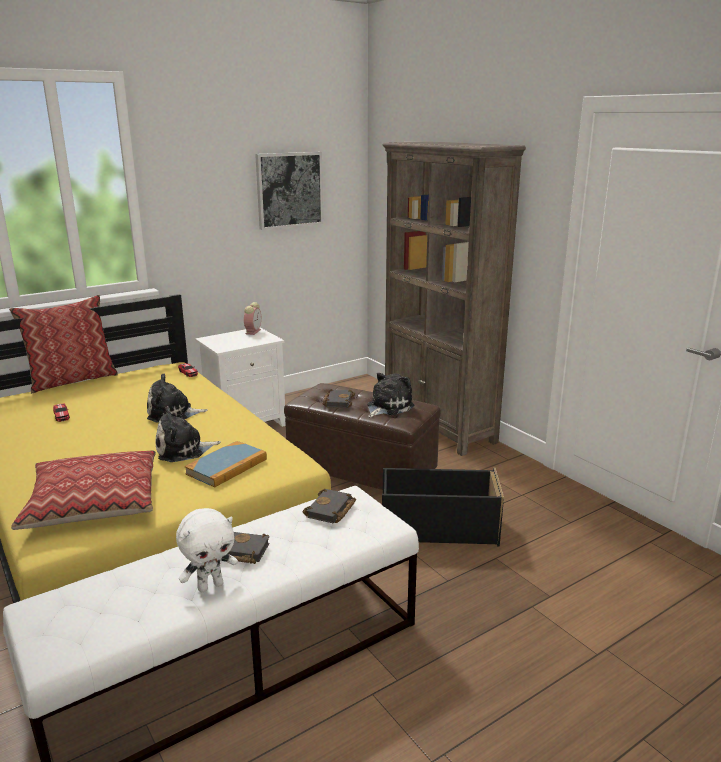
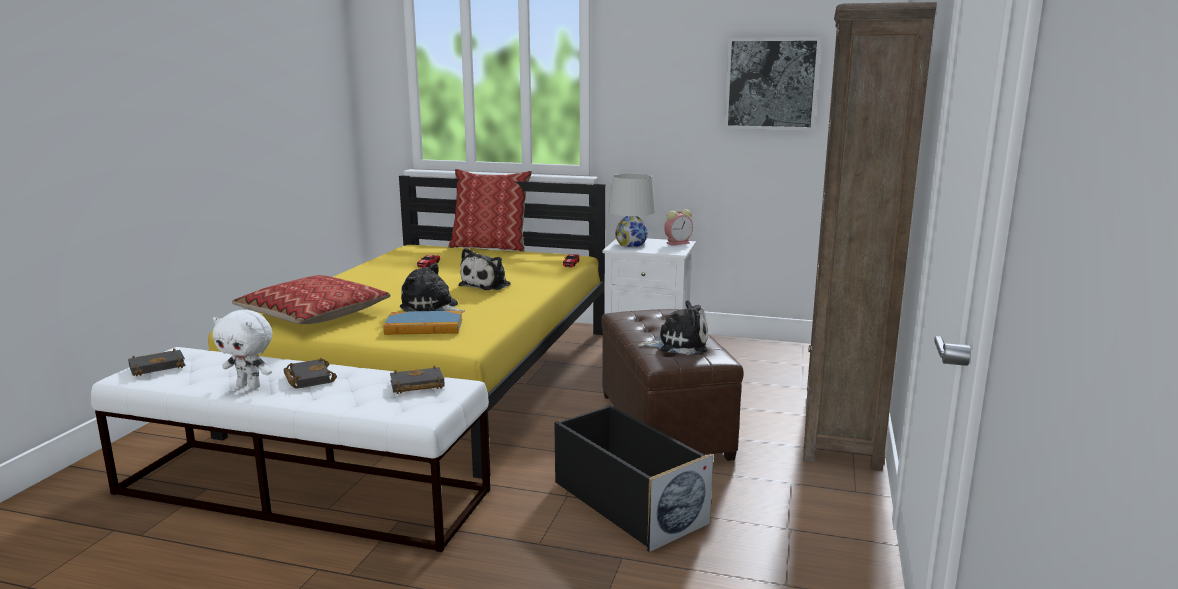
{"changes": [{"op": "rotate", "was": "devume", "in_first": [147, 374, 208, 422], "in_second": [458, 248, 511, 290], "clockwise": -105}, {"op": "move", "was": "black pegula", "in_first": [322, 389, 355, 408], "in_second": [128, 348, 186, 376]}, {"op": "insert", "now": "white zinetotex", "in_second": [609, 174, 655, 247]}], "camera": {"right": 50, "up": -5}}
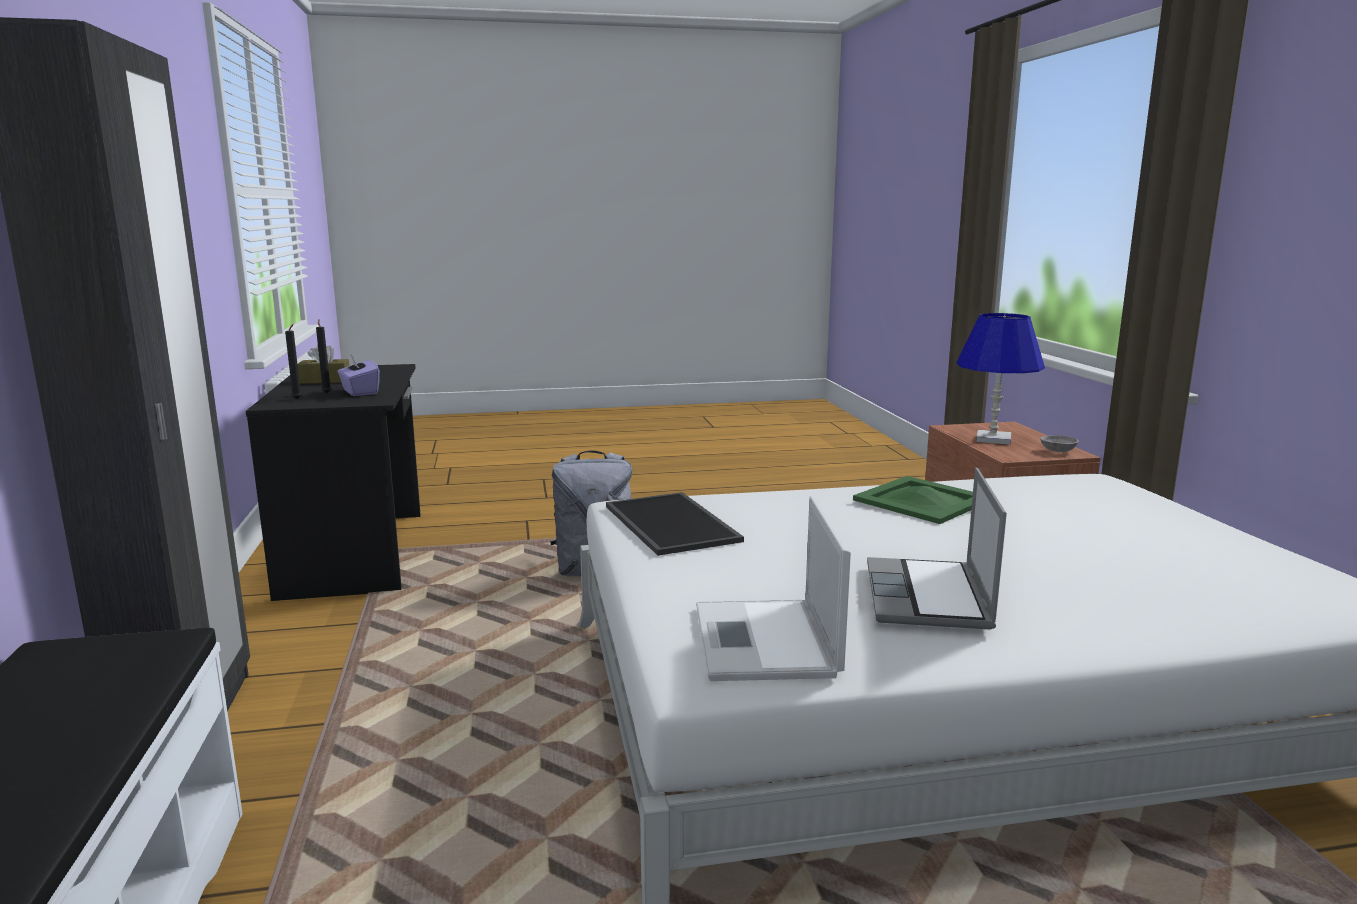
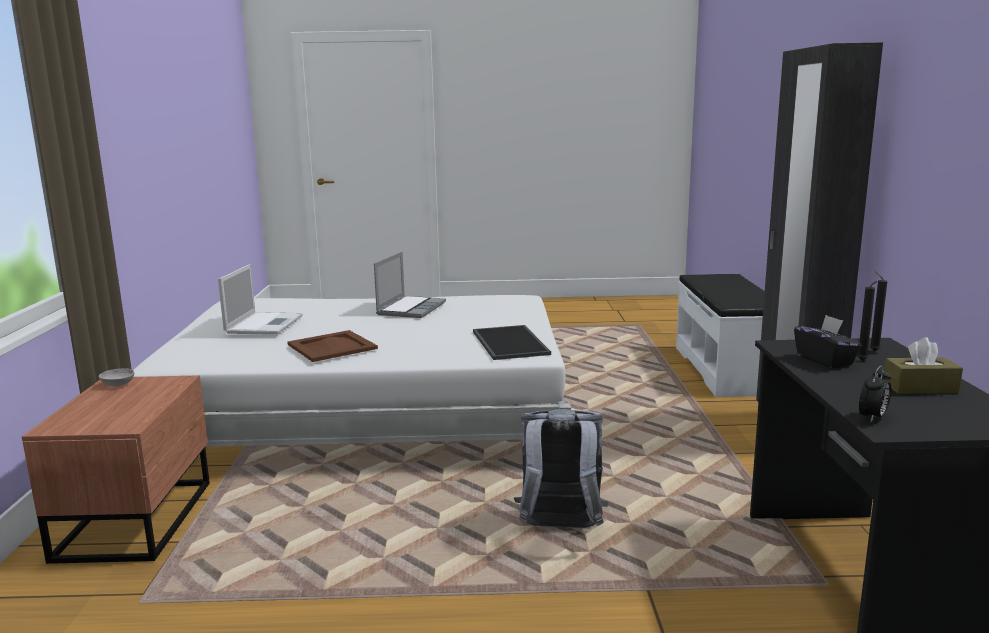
{"changes": [{"op": "delete", "was": "blue zinetotex", "in_first": [956, 313, 1045, 445]}, {"op": "recolor", "was": "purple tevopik", "now": "black tevopik", "in_first": [337, 354, 380, 396], "in_second": [794, 315, 862, 368]}, {"op": "recolor", "was": "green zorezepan", "now": "brown zorezepan", "in_first": [853, 476, 973, 524], "in_second": [287, 330, 378, 362]}, {"op": "move", "was": "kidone", "in_first": [696, 496, 851, 681], "in_second": [218, 264, 303, 335]}, {"op": "insert", "now": "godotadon", "in_second": [859, 365, 891, 422]}], "camera": {"right": -170, "up": 0}}
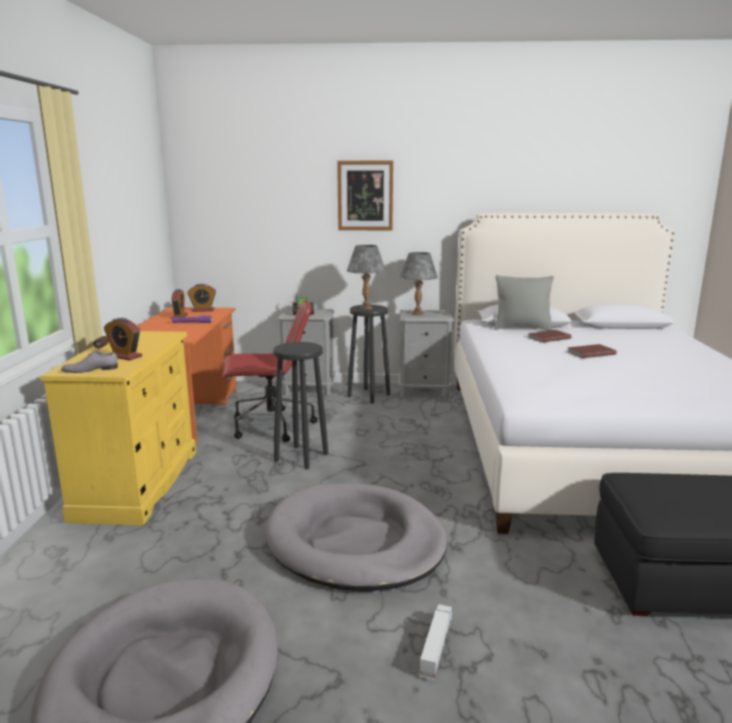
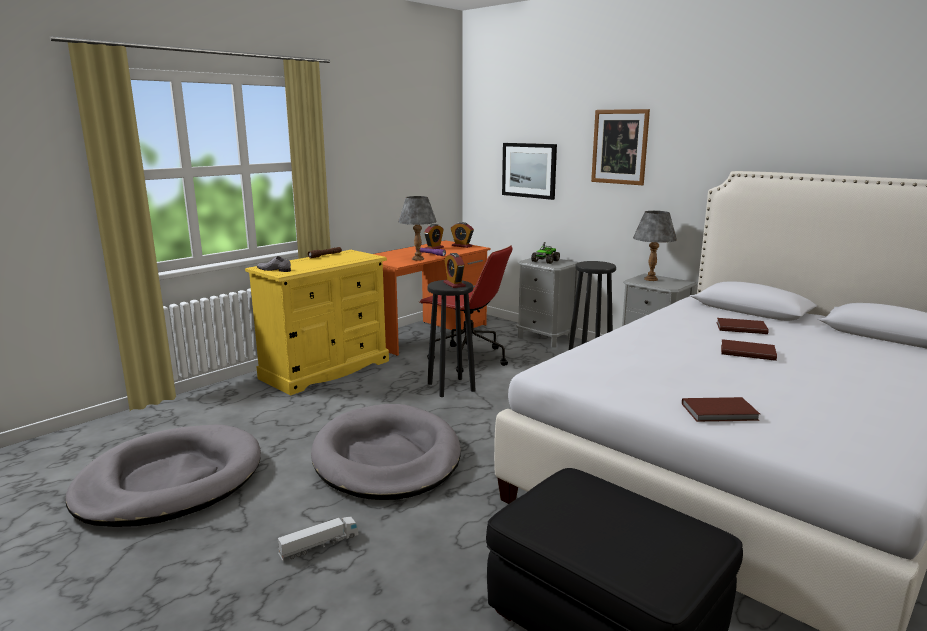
{"changes": [{"op": "move", "was": "grey zinetotex", "in_first": [347, 245, 386, 310], "in_second": [398, 196, 437, 261]}, {"op": "delete", "was": "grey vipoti", "in_first": [494, 275, 554, 331]}, {"op": "move", "was": "godotadon", "in_first": [103, 318, 142, 360], "in_second": [443, 253, 466, 288]}, {"op": "insert", "now": "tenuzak", "in_second": [502, 143, 557, 200]}, {"op": "insert", "now": "brown pegula", "in_second": [682, 397, 760, 422]}], "camera": {"right": 40, "up": 0}}
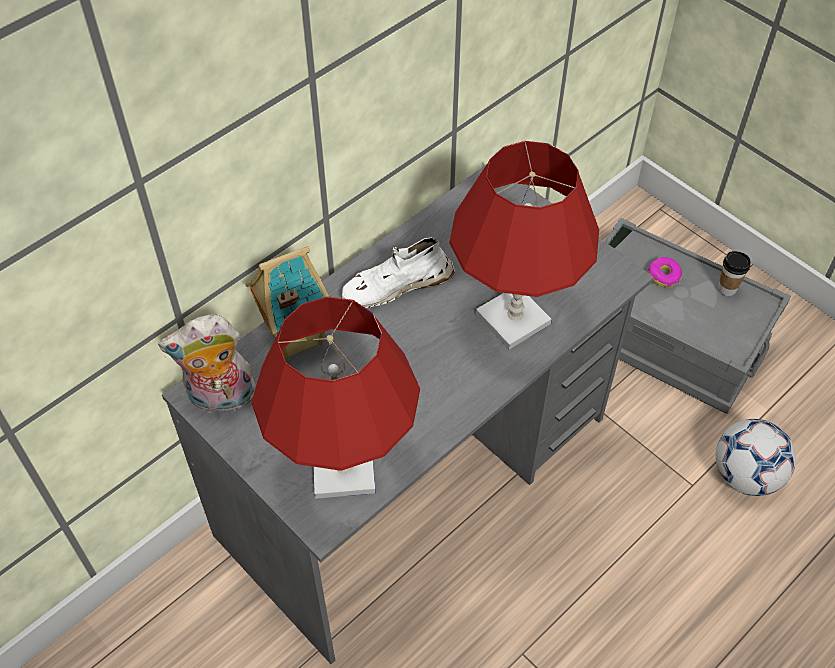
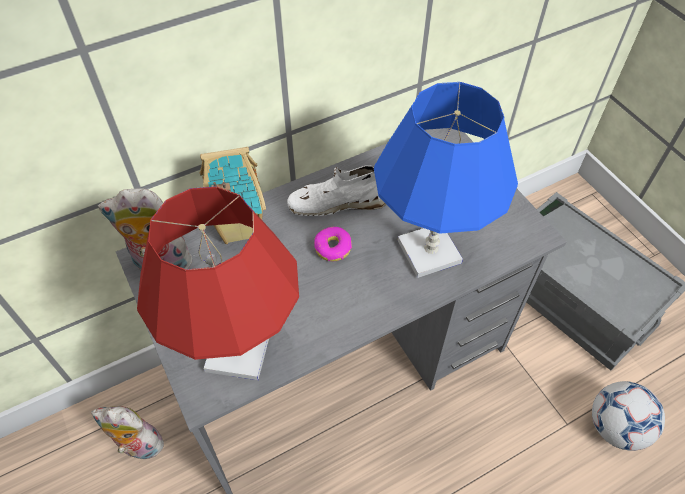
{"changes": [{"op": "recolor", "was": "red zinetotex", "now": "blue zinetotex", "in_first": [449, 141, 599, 350], "in_second": [374, 82, 518, 278]}, {"op": "delete", "was": "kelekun", "in_first": [718, 251, 751, 296]}, {"op": "move", "was": "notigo", "in_first": [648, 257, 682, 287], "in_second": [314, 227, 352, 261]}, {"op": "insert", "now": "devume", "in_second": [91, 406, 169, 460]}], "camera": {"right": 15, "up": 0}}
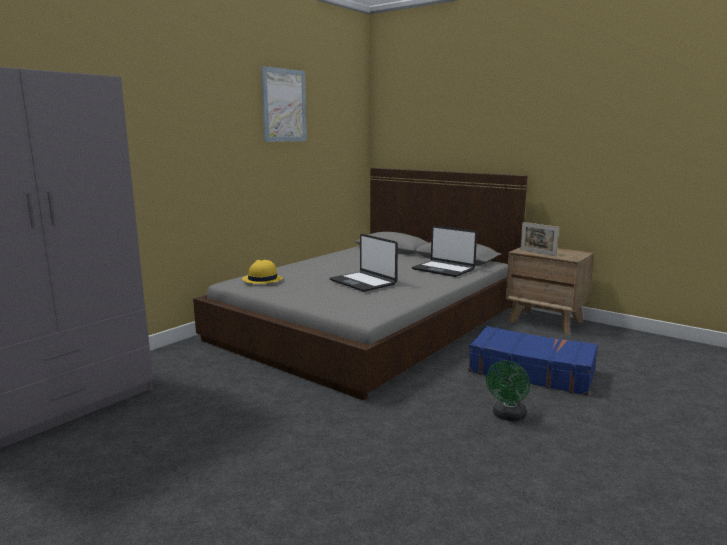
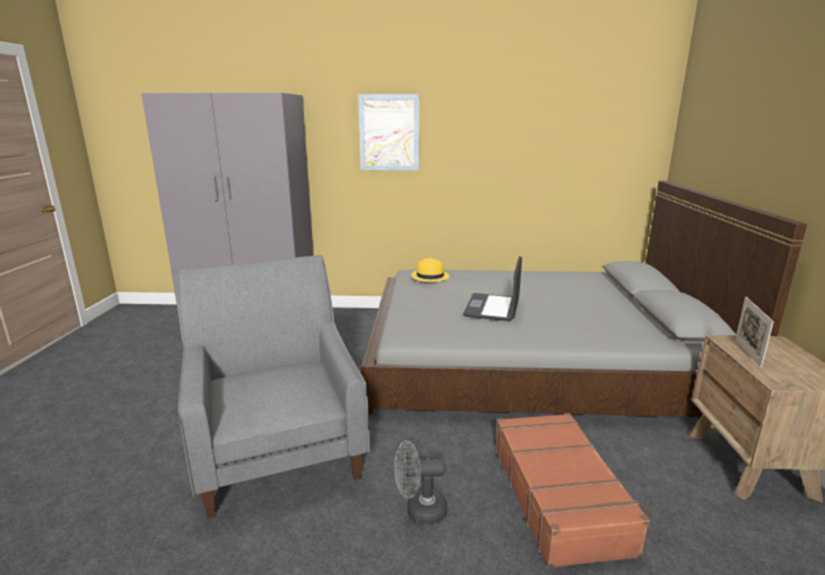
{"changes": [{"op": "move", "was": "tenuzak", "in_first": [261, 66, 307, 142], "in_second": [358, 94, 419, 170]}, {"op": "delete", "was": "kidone", "in_first": [412, 226, 477, 277]}, {"op": "recolor", "was": "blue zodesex", "now": "brown zodesex", "in_first": [468, 326, 598, 396], "in_second": [495, 413, 650, 568]}, {"op": "recolor", "was": "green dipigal", "now": "grey dipigal", "in_first": [486, 360, 530, 421], "in_second": [394, 440, 447, 525]}, {"op": "insert", "now": "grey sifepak", "in_second": [176, 255, 370, 518]}], "camera": {"right": 55, "up": 5}}
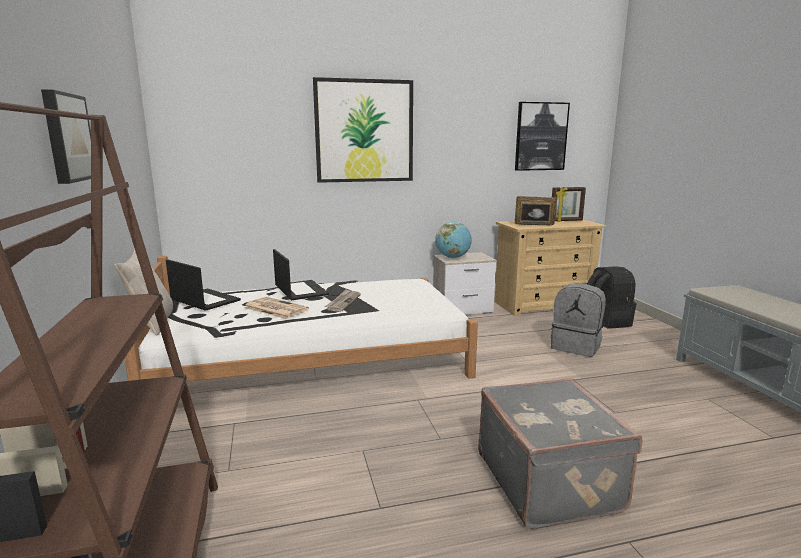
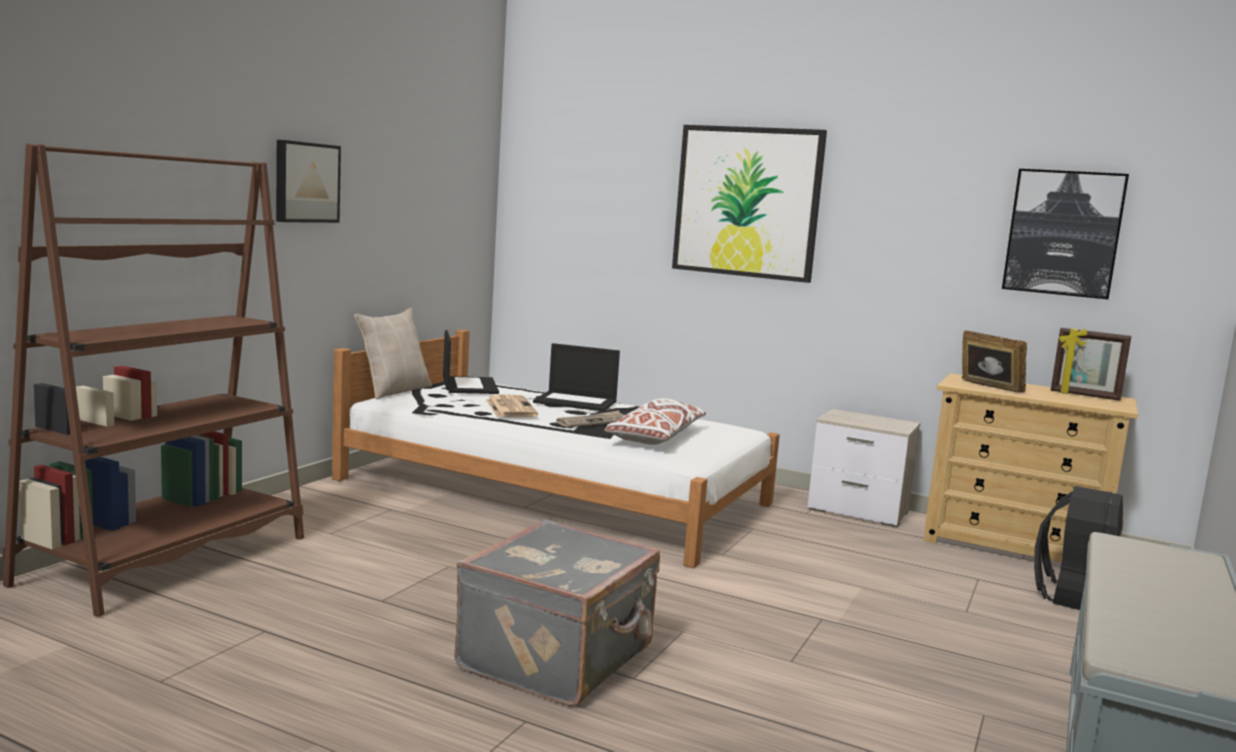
{"changes": [{"op": "delete", "was": "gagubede", "in_first": [435, 222, 472, 258]}, {"op": "rotate", "was": "kidone", "in_first": [273, 249, 329, 300], "in_second": [533, 343, 620, 411], "clockwise": 90}, {"op": "delete", "was": "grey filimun", "in_first": [551, 283, 606, 357]}, {"op": "insert", "now": "white vipoti", "in_second": [604, 399, 706, 445]}], "camera": {"right": 40, "up": -5}}
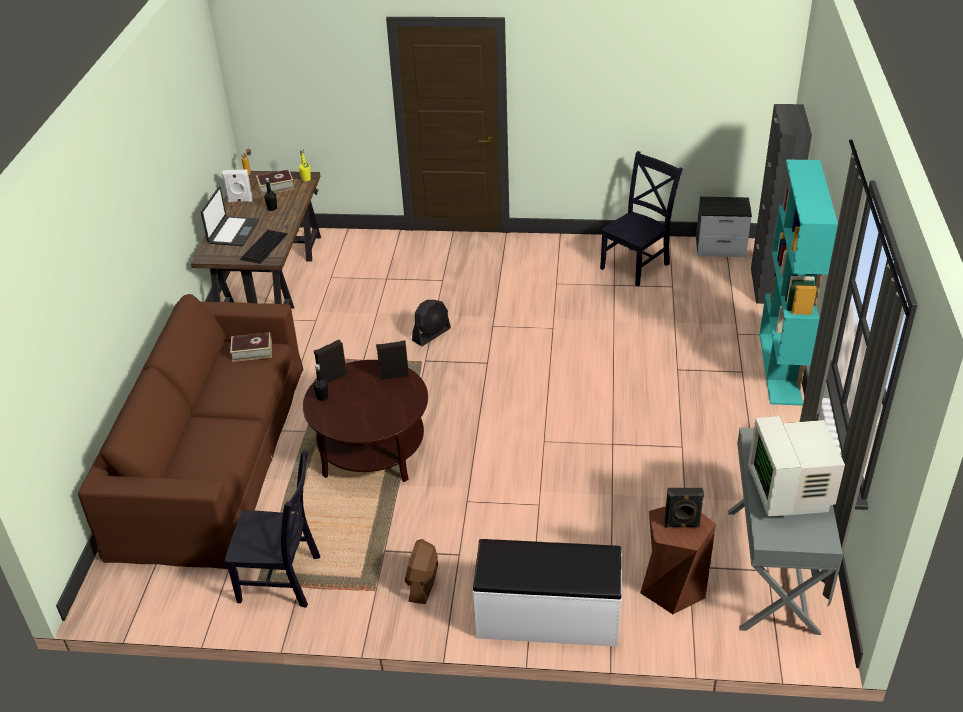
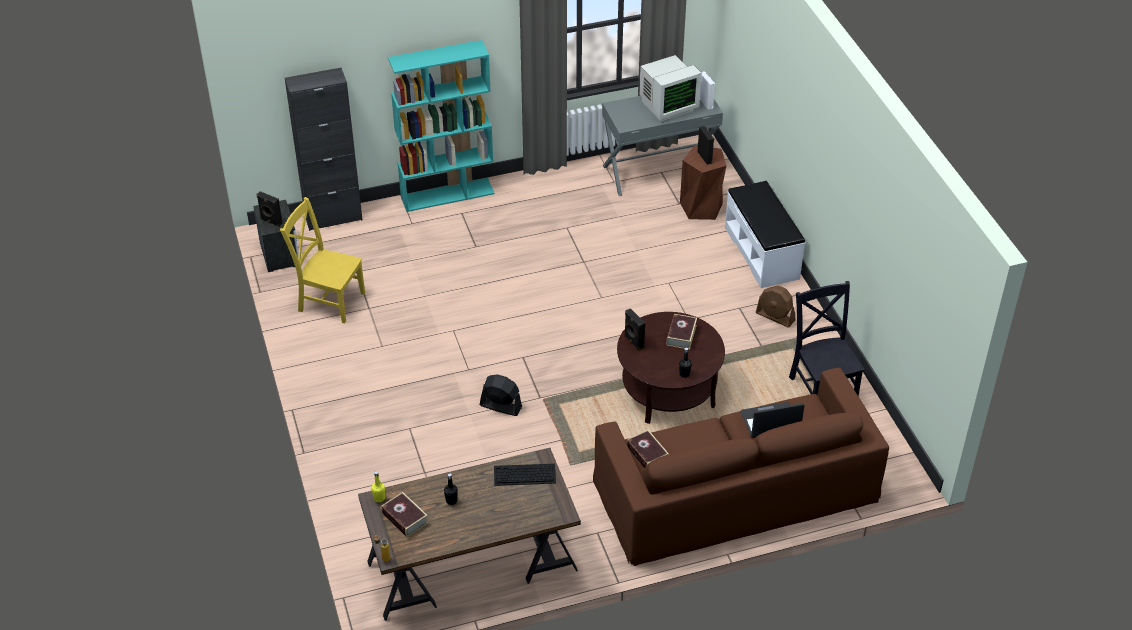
{"changes": [{"op": "recolor", "was": "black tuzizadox", "now": "yellow tuzizadox", "in_first": [600, 151, 683, 286], "in_second": [280, 197, 365, 323]}, {"op": "move", "was": "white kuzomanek", "in_first": [222, 169, 253, 203], "in_second": [700, 71, 715, 110]}, {"op": "move", "was": "kidone", "in_first": [201, 187, 259, 246], "in_second": [741, 402, 804, 438]}, {"op": "move", "was": "black kuzomanek", "in_first": [314, 339, 347, 383], "in_second": [256, 191, 282, 227]}, {"op": "rotate", "was": "brown dipigal", "in_first": [405, 539, 438, 604], "in_second": [756, 285, 795, 328], "clockwise": 45}, {"op": "insert", "now": "pegula", "in_second": [666, 314, 697, 350]}], "camera": {"right": -115, "up": 5}}
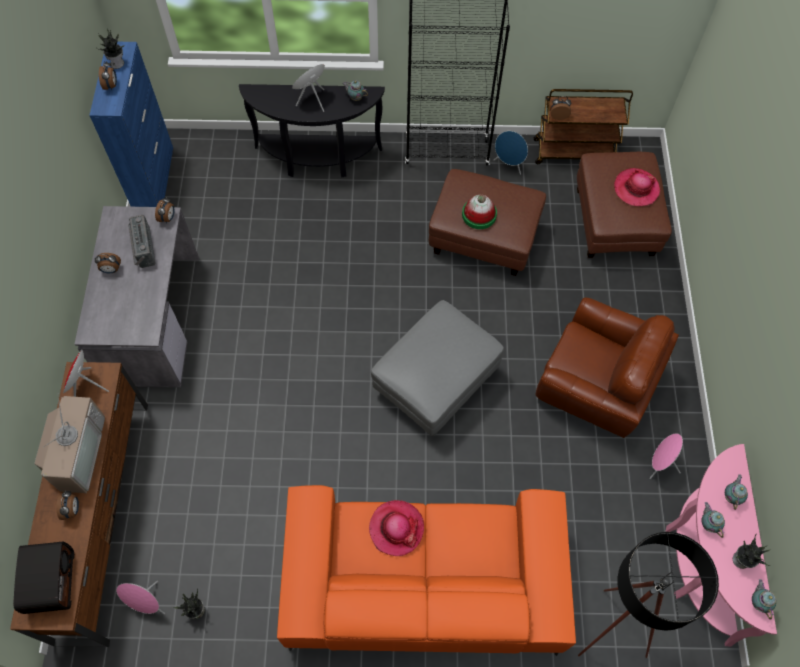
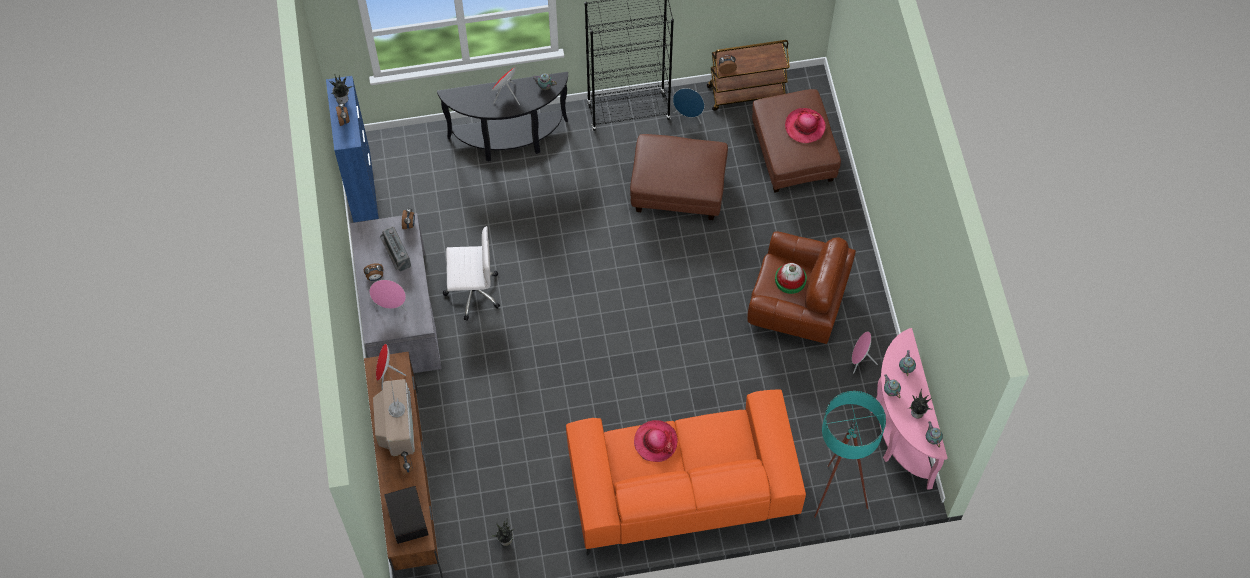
{"changes": [{"op": "move", "was": "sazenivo", "in_first": [462, 195, 497, 229], "in_second": [775, 263, 807, 294]}, {"op": "delete", "was": "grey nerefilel", "in_first": [371, 300, 504, 437]}, {"op": "recolor", "was": "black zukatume", "now": "turquoise zukatume", "in_first": [578, 532, 719, 658], "in_second": [814, 391, 886, 518]}, {"op": "move", "was": "pink kuzomanek", "in_first": [116, 580, 165, 614], "in_second": [369, 280, 407, 311]}, {"op": "insert", "now": "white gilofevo", "in_second": [443, 226, 500, 321]}], "camera": {"right": -10, "up": 0}}
